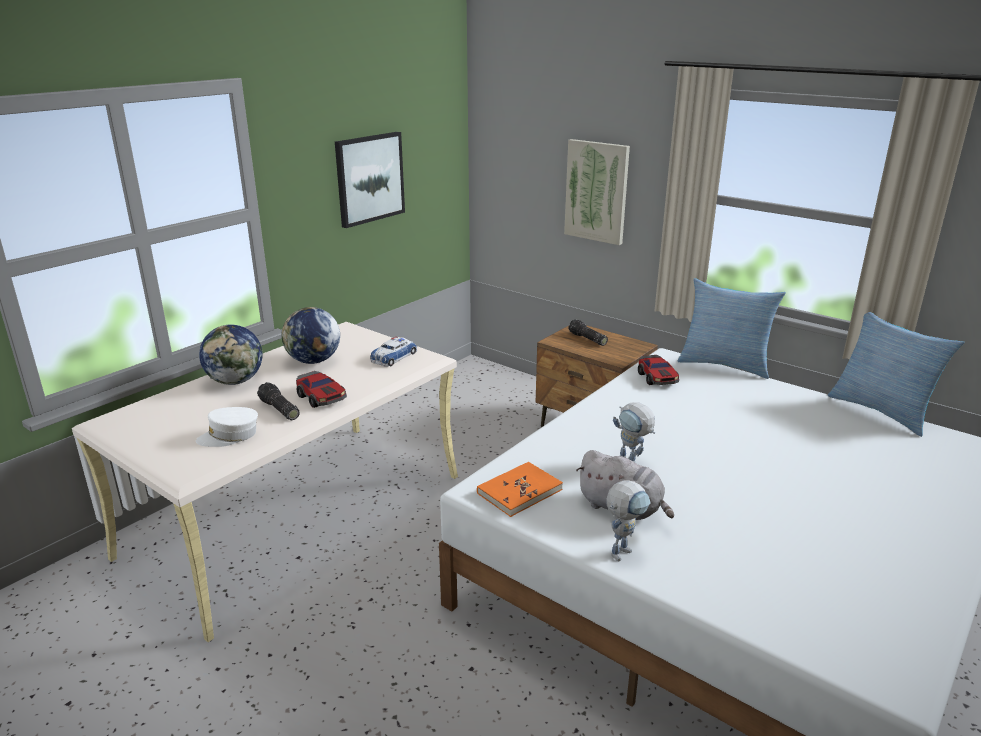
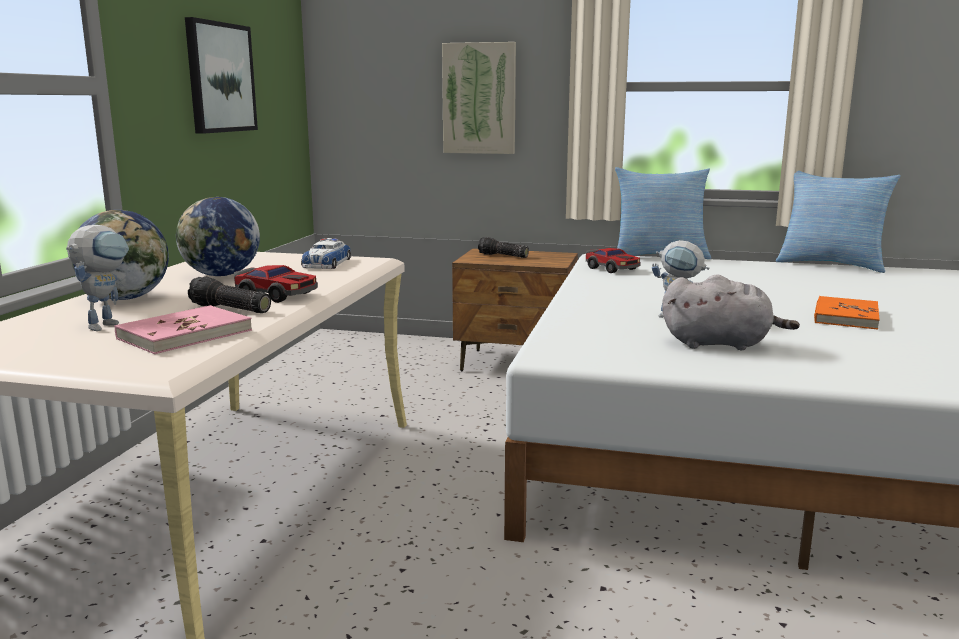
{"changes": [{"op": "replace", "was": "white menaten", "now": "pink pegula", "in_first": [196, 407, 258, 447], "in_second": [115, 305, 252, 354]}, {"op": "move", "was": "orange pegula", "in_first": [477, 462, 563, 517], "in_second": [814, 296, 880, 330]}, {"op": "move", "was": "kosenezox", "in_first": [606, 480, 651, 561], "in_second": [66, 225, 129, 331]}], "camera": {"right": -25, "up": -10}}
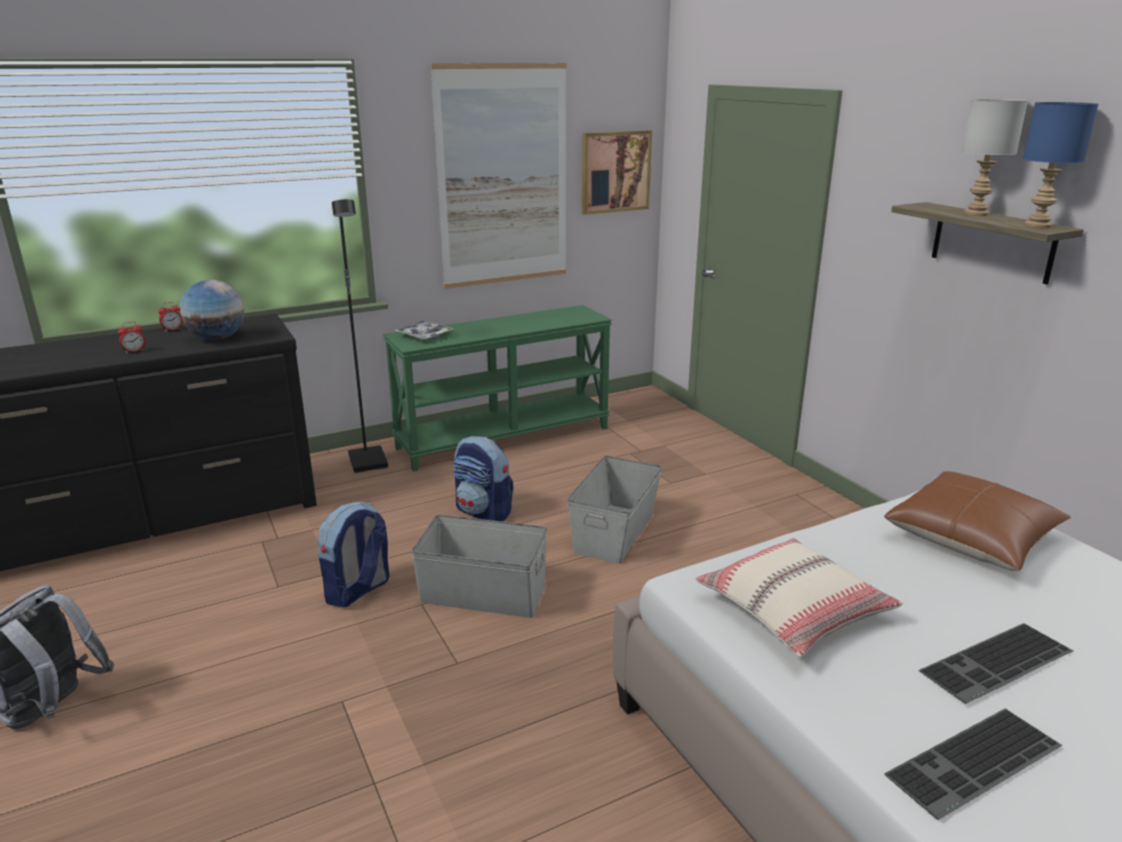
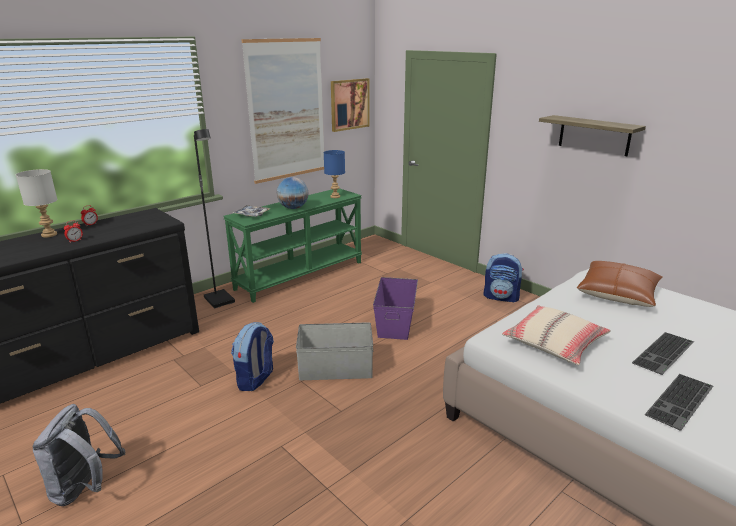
{"changes": [{"op": "move", "was": "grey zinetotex", "in_first": [961, 99, 1028, 216], "in_second": [16, 169, 58, 237]}, {"op": "move", "was": "blue zinetotex", "in_first": [1023, 102, 1098, 228], "in_second": [324, 150, 345, 198]}, {"op": "move", "was": "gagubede", "in_first": [180, 280, 245, 340], "in_second": [277, 177, 309, 209]}, {"op": "move", "was": "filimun", "in_first": [453, 436, 514, 522], "in_second": [484, 253, 524, 303]}, {"op": "recolor", "was": "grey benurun", "now": "purple benurun", "in_first": [567, 456, 662, 564], "in_second": [373, 277, 418, 340]}], "camera": {"right": -15, "up": 0}}
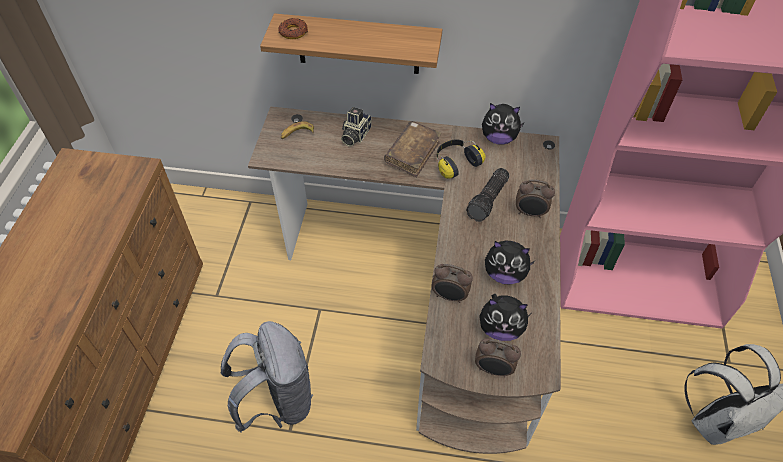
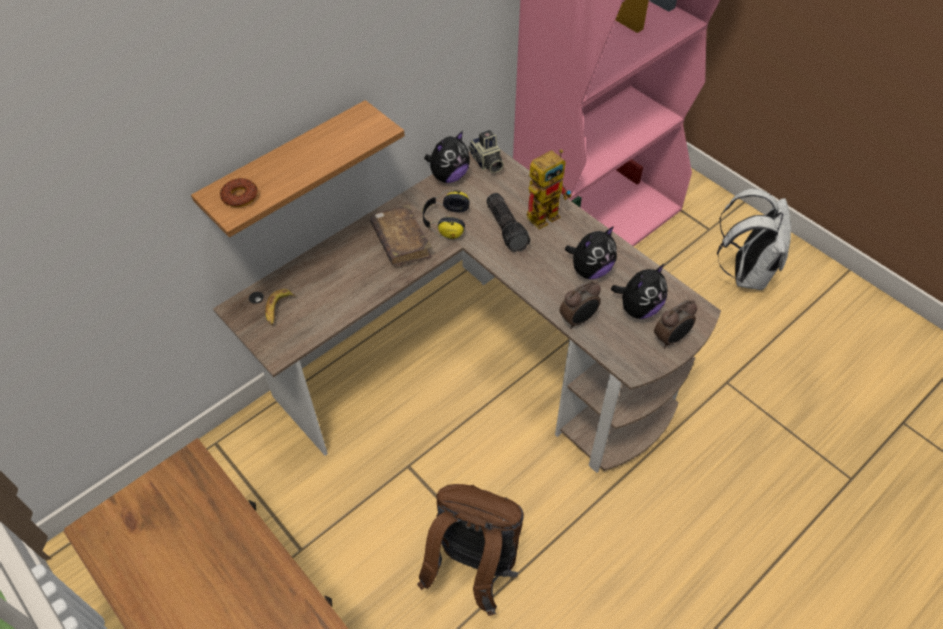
{"changes": [{"op": "move", "was": "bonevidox", "in_first": [341, 107, 372, 146], "in_second": [468, 130, 504, 173]}, {"op": "replace", "was": "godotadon", "now": "kosenezox", "in_first": [516, 179, 555, 218], "in_second": [527, 149, 572, 229]}, {"op": "recolor", "was": "grey filimun", "now": "brown filimun", "in_first": [221, 321, 313, 433], "in_second": [417, 484, 524, 616]}], "camera": {"right": -50, "up": 0}}
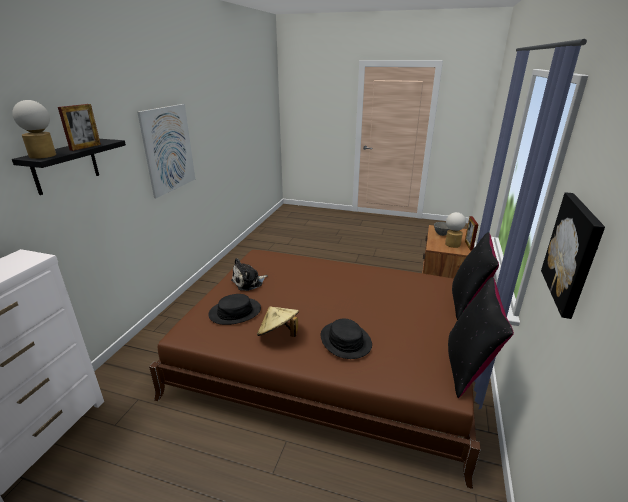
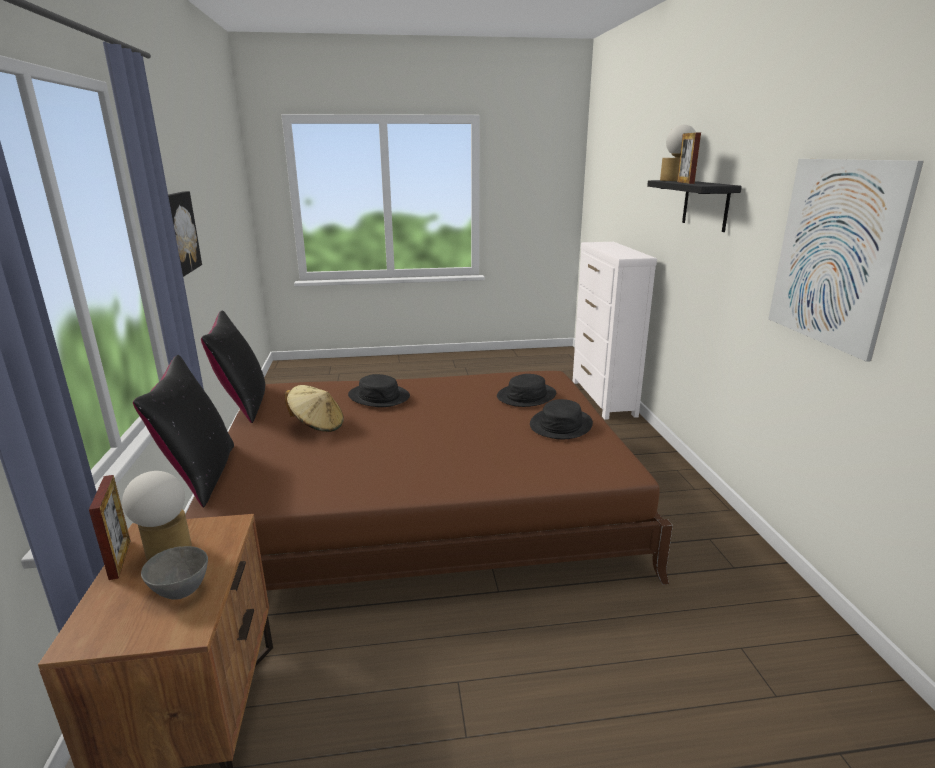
{"changes": [{"op": "replace", "was": "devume", "now": "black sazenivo", "in_first": [231, 258, 268, 291], "in_second": [530, 399, 593, 439]}, {"op": "move", "was": "beige sazenivo", "in_first": [257, 306, 299, 337], "in_second": [285, 385, 344, 432]}], "camera": {"right": 155, "up": -5}}
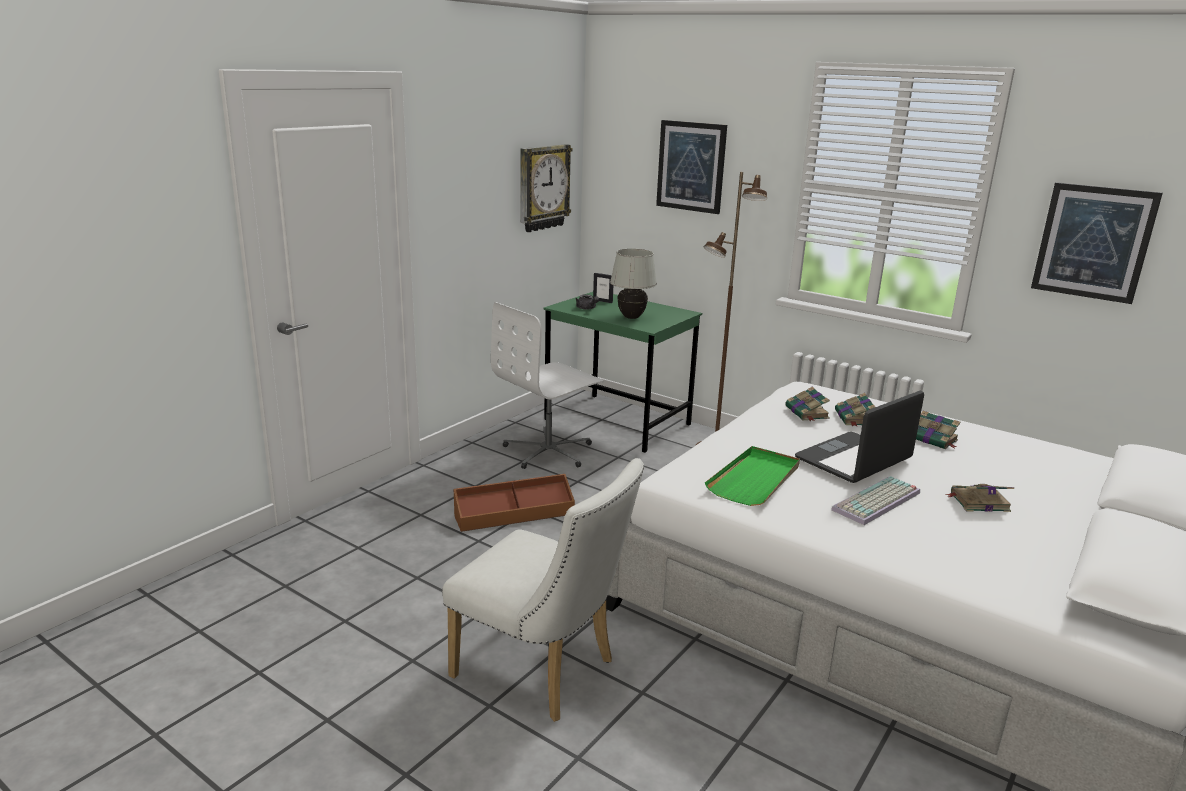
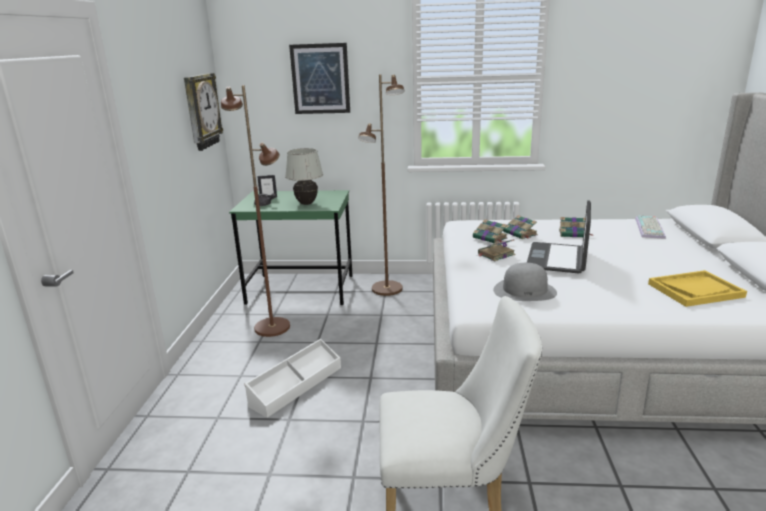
{"changes": [{"op": "delete", "was": "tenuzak", "in_first": [1031, 182, 1163, 304]}, {"op": "replace", "was": "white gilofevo", "now": "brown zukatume", "in_first": [491, 302, 604, 469], "in_second": [221, 85, 290, 337]}, {"op": "replace", "was": "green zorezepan", "now": "grey sazenivo", "in_first": [705, 446, 800, 506], "in_second": [493, 263, 557, 301]}, {"op": "recolor", "was": "brown benurun", "now": "white benurun", "in_first": [454, 474, 575, 532], "in_second": [245, 339, 341, 418]}, {"op": "move", "was": "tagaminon", "in_first": [831, 476, 920, 525], "in_second": [635, 216, 666, 239]}, {"op": "move", "was": "pegula", "in_first": [945, 484, 1014, 512], "in_second": [477, 239, 515, 261]}, {"op": "insert", "now": "yellow zorezepan", "in_second": [648, 270, 747, 307]}], "camera": {"right": -30, "up": 0}}
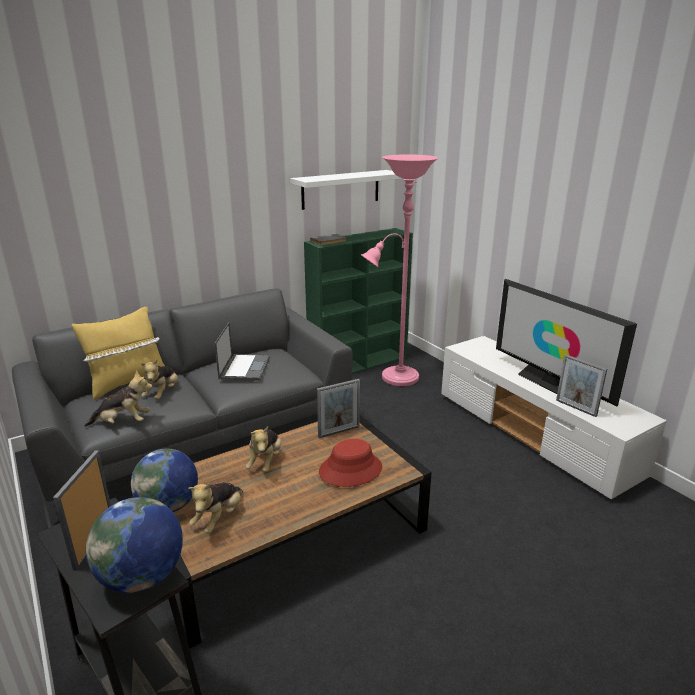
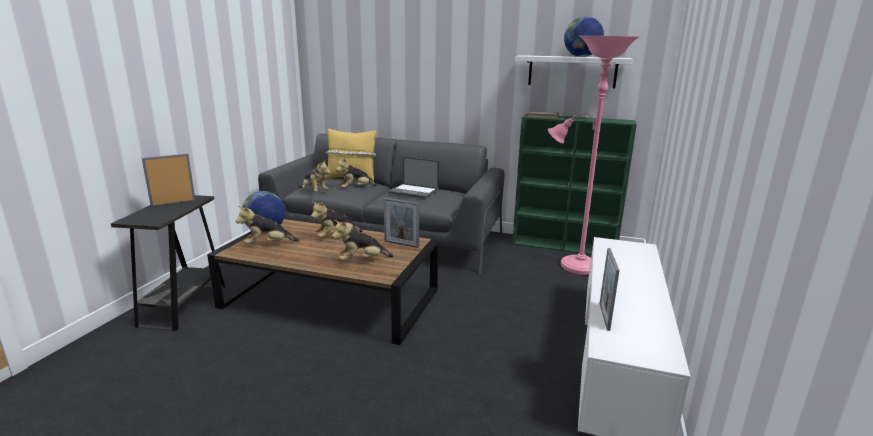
{"changes": [{"op": "delete", "was": "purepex", "in_first": [496, 279, 637, 406]}, {"op": "rotate", "was": "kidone", "in_first": [215, 322, 270, 381], "in_second": [388, 157, 440, 199], "clockwise": 60}, {"op": "replace", "was": "red sazenivo", "now": "devume", "in_first": [319, 439, 382, 487], "in_second": [332, 220, 393, 260]}, {"op": "move", "was": "gagubede", "in_first": [86, 497, 183, 593], "in_second": [564, 16, 604, 57]}], "camera": {"right": 50, "up": -5}}
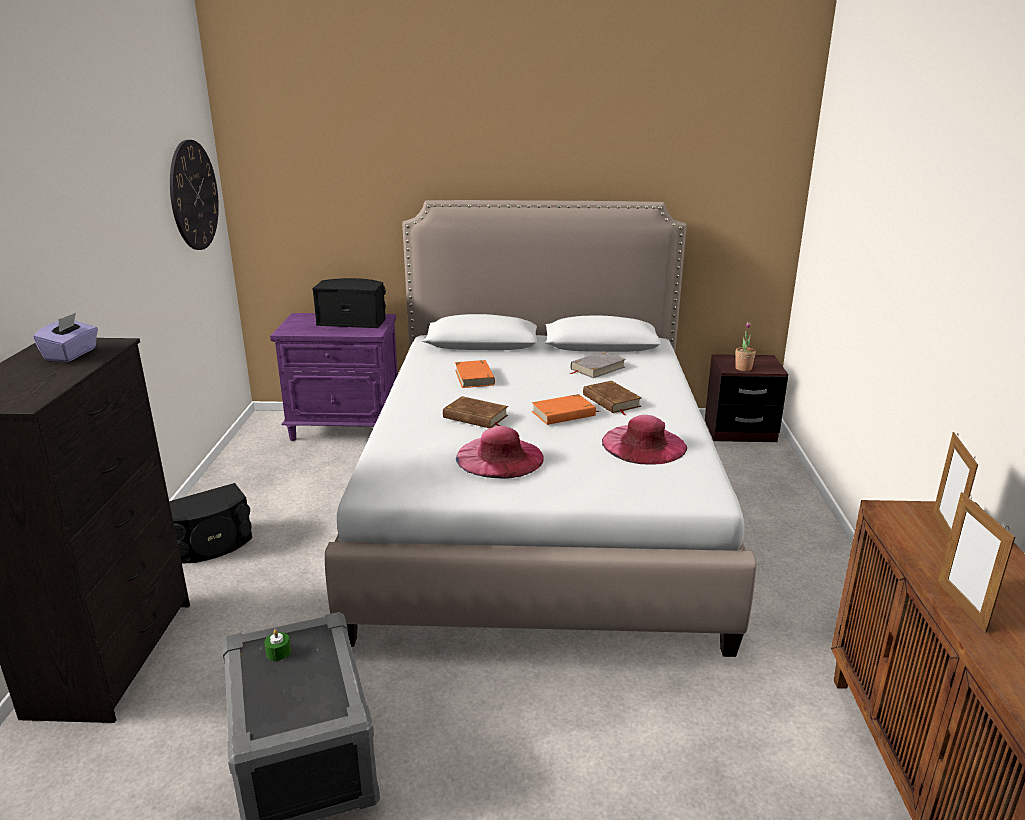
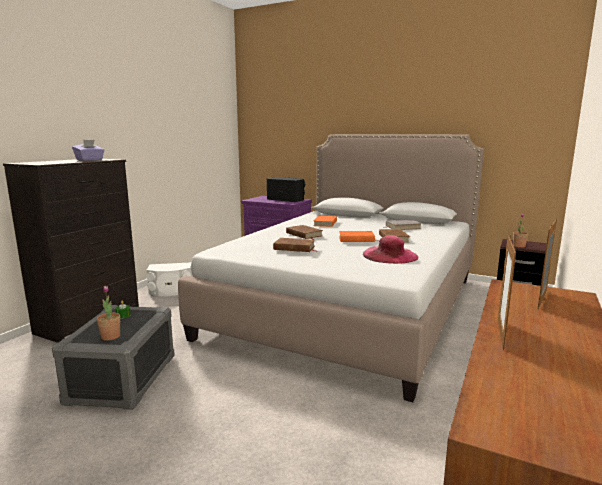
{"changes": [{"op": "delete", "was": "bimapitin", "in_first": [170, 140, 219, 250]}, {"op": "replace", "was": "pink sazenivo", "now": "brown pegula", "in_first": [456, 426, 544, 479], "in_second": [273, 238, 315, 252]}, {"op": "recolor", "was": "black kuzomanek", "now": "white kuzomanek", "in_first": [169, 483, 252, 564], "in_second": [146, 262, 192, 296]}, {"op": "insert", "now": "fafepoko", "in_second": [97, 286, 120, 341]}], "camera": {"right": 25, "up": -10}}
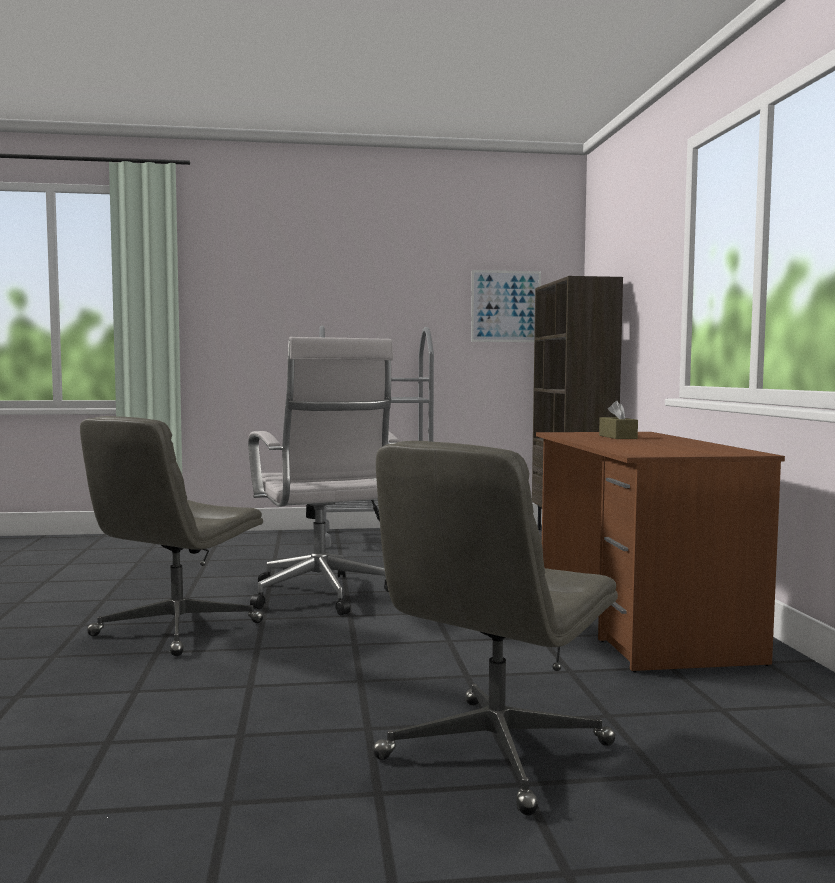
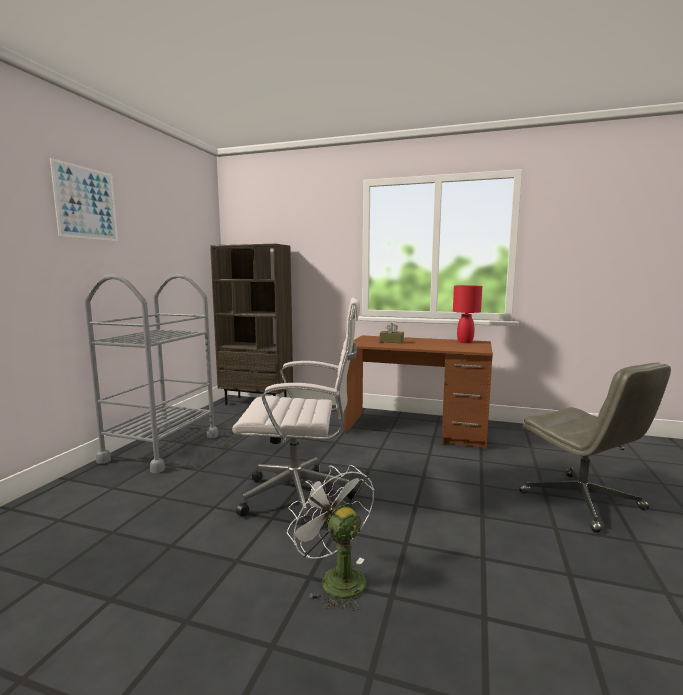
{"changes": [{"op": "move", "was": "tenuzak", "in_first": [471, 270, 541, 342], "in_second": [50, 158, 118, 241]}, {"op": "replace", "was": "grey gilofevo", "now": "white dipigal", "in_first": [80, 416, 263, 656], "in_second": [287, 465, 374, 611]}, {"op": "insert", "now": "red zinetotex", "in_second": [453, 285, 482, 343]}], "camera": {"right": -65, "up": 5}}
